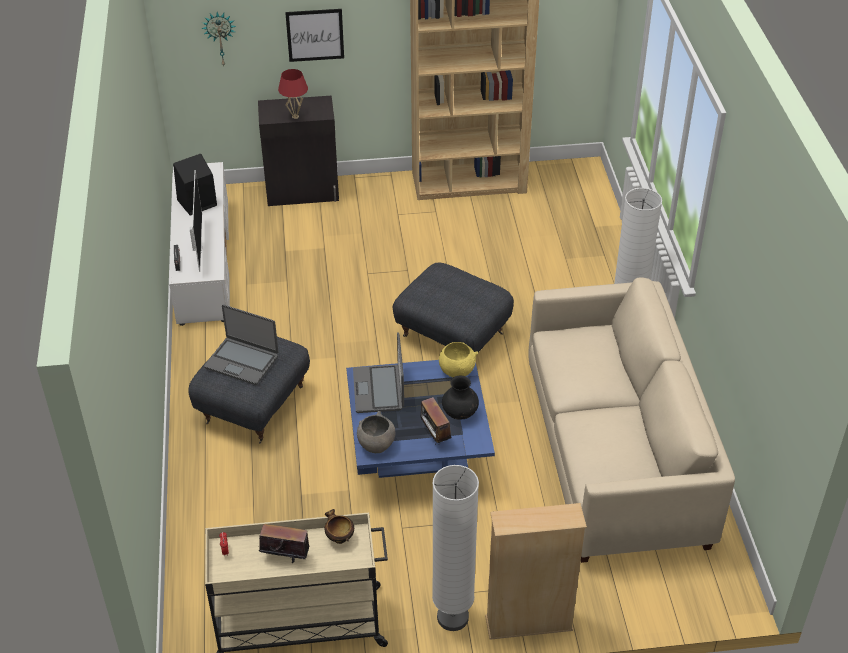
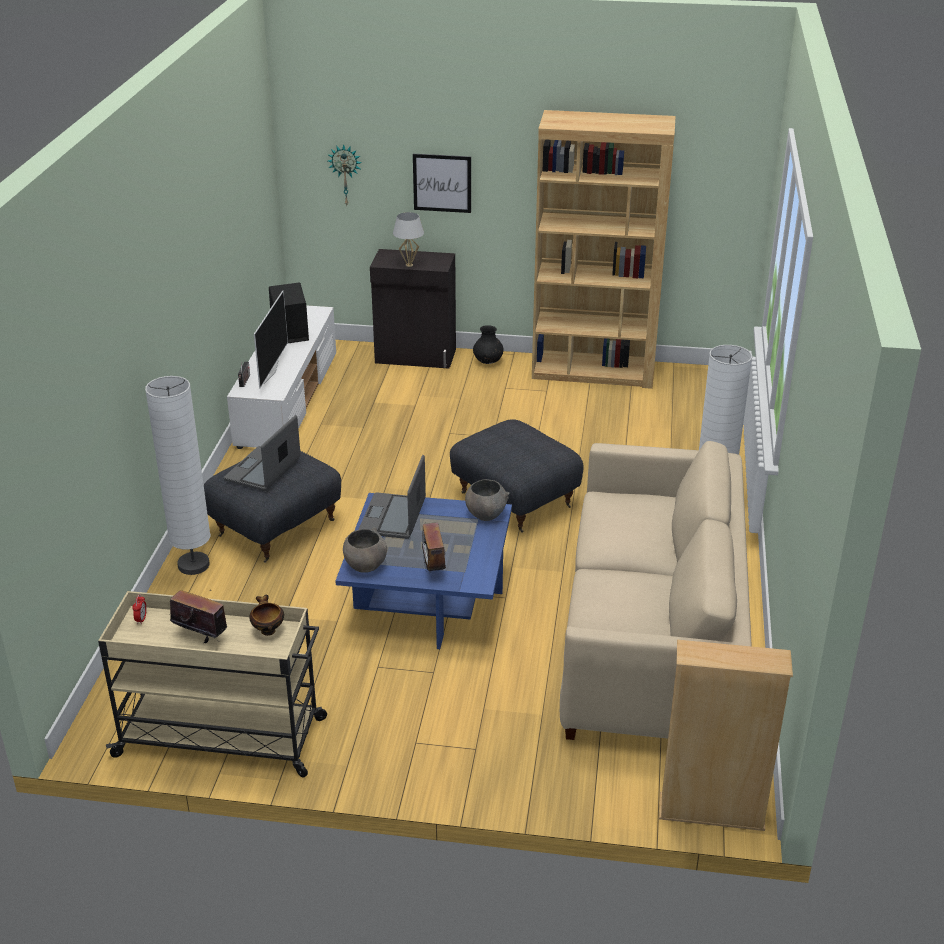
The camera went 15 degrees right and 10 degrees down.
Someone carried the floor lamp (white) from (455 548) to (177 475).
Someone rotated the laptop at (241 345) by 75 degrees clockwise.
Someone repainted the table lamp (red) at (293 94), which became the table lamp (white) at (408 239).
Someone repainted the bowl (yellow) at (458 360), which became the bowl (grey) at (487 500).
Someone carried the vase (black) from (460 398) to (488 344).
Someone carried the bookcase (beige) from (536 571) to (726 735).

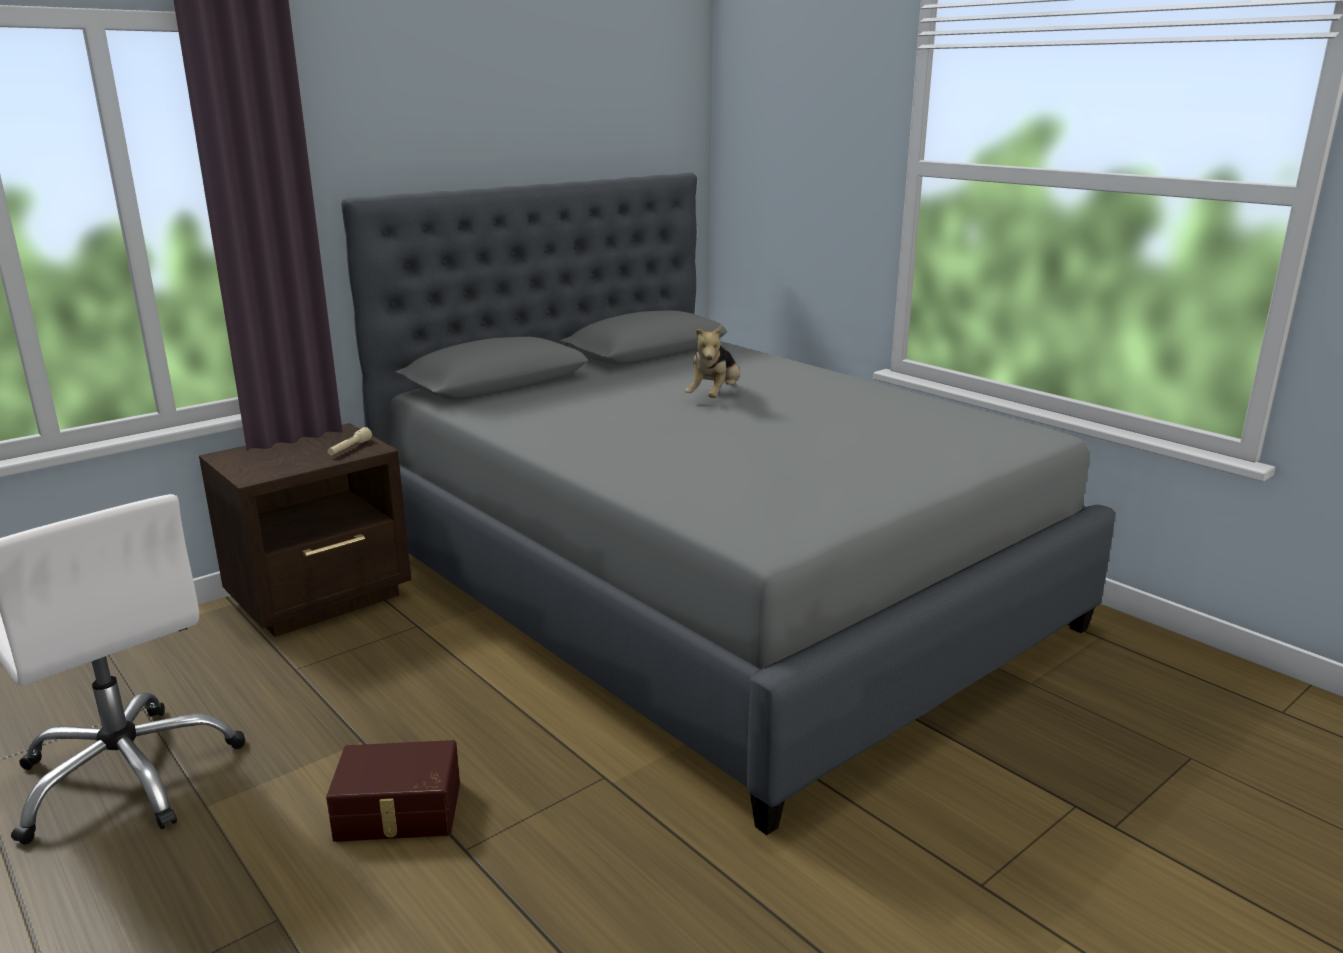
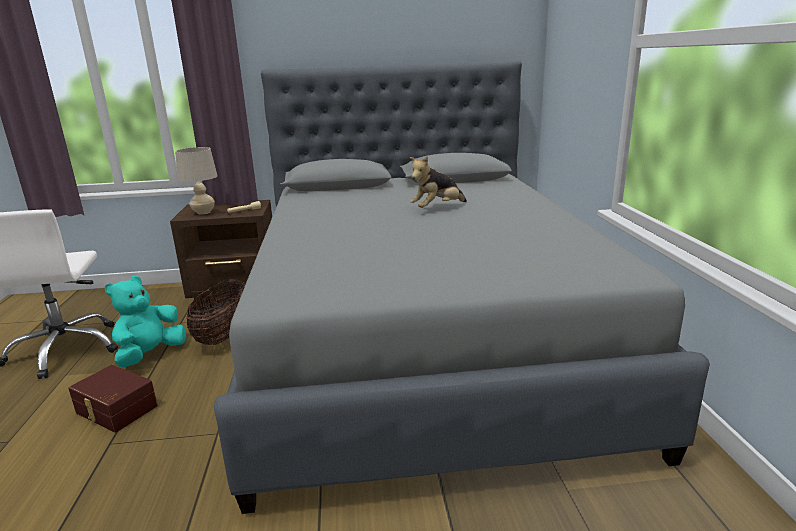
The camera went 35 degrees right and 0 degrees up.
Someone put down the plush toy (turquoise) at (145 321).
Someone put down the table lamp (beige) at (196 181).
Someone put down the basket at (216 312).

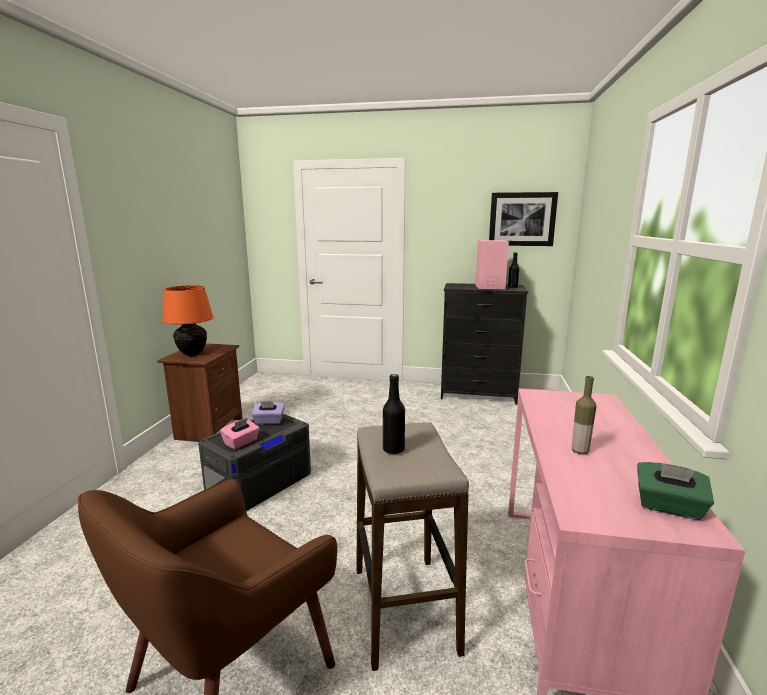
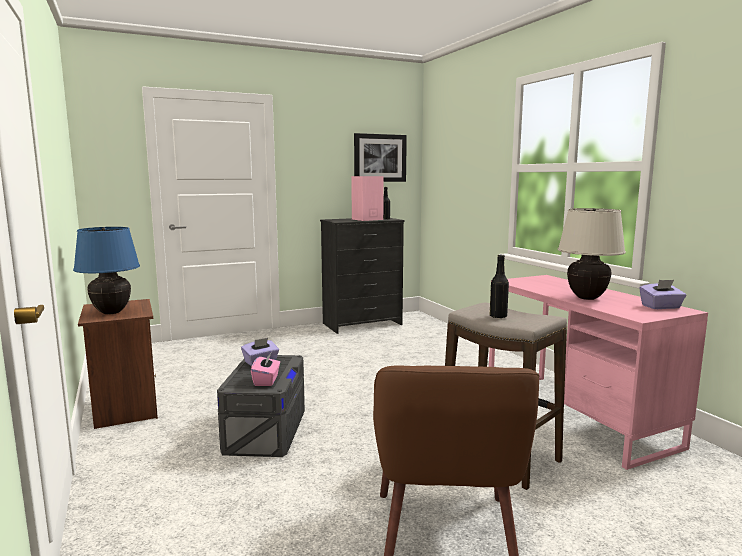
The camera went 35 degrees left and 5 degrees down.
Someone repainted the table lamp (orange) at (188 320), which became the table lamp (blue) at (106 270).
Someone swapped the bottle at (584 415) for the table lamp (beige) at (592 254).
Someone repainted the tissue box (green) at (675 491), which became the tissue box (purple) at (662 294).

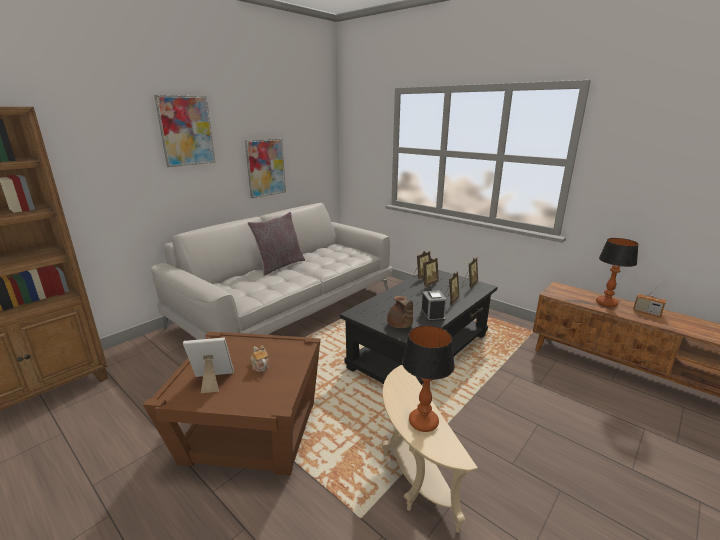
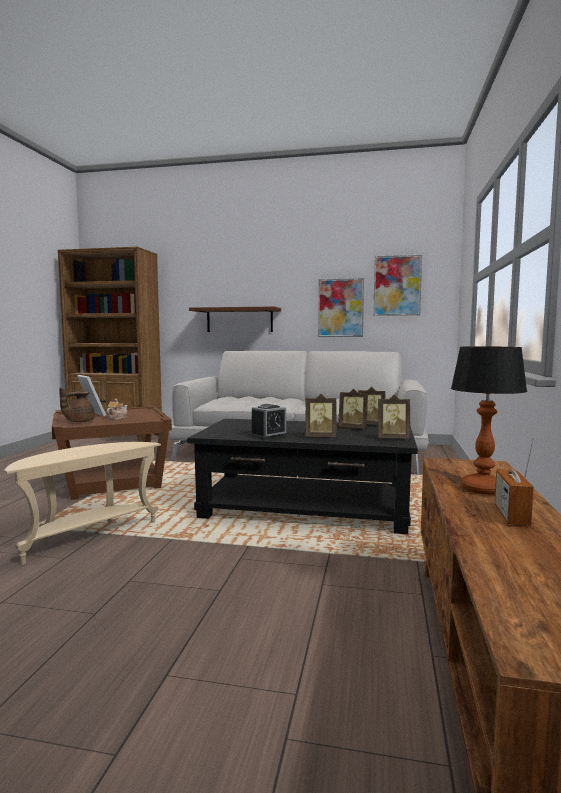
The camera went 60 degrees right and 15 degrees down.
Someone carried the teapot (brown) from (400 312) to (77 404).
Someone put up the shelf (brown) at (235 319).
Someone carried the picture from (185 131) to (397 285).
Someone took away the pillow (grey) at (276 244).
Someone took away the table lamp at (428 378).

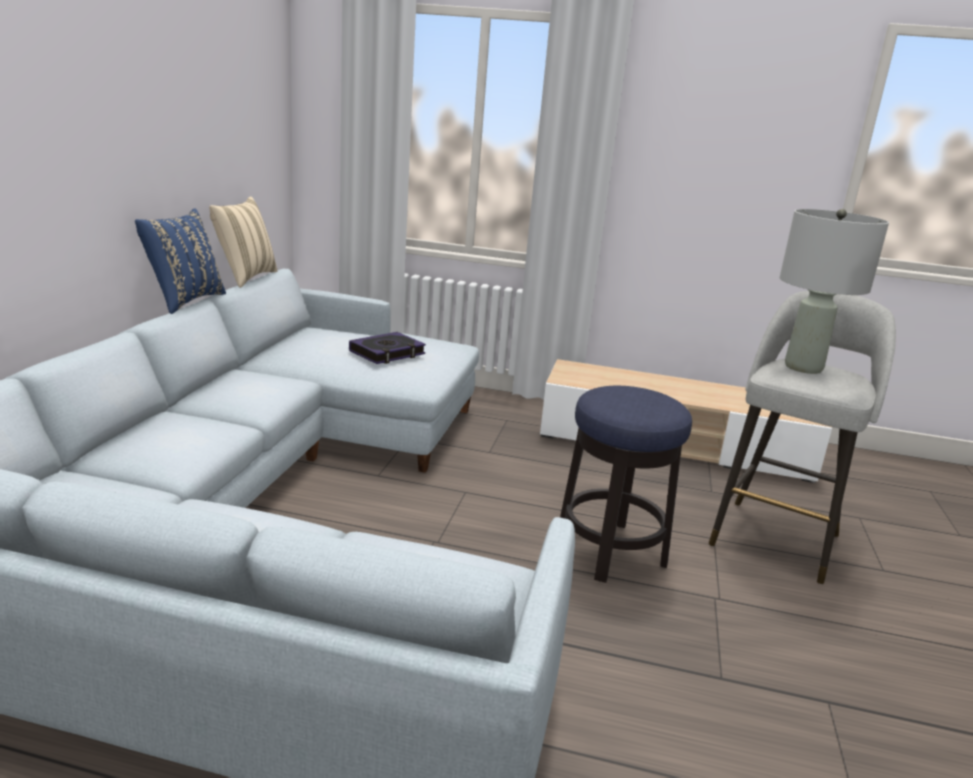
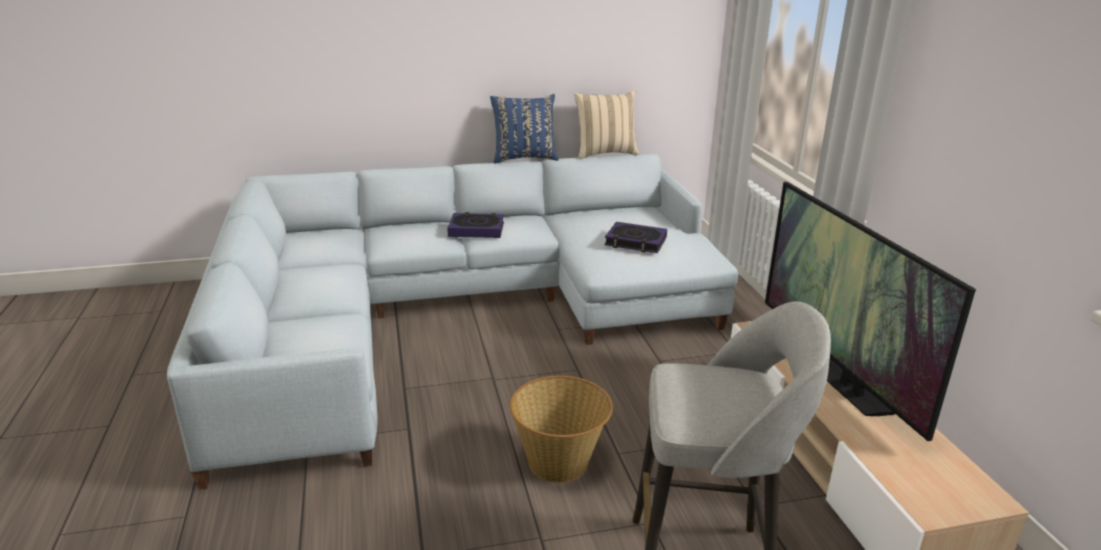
The camera went 65 degrees right and 5 degrees up.
Someone put down the book at (475 225).
Someone swapped the stool at (626 484) for the basket at (561 429).
Someone put down the television at (870 311).
Someone took away the table lamp (grey) at (834 291).

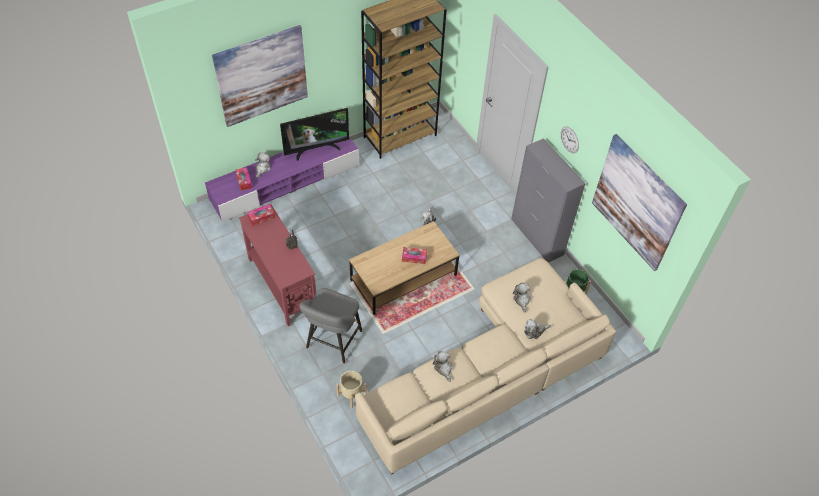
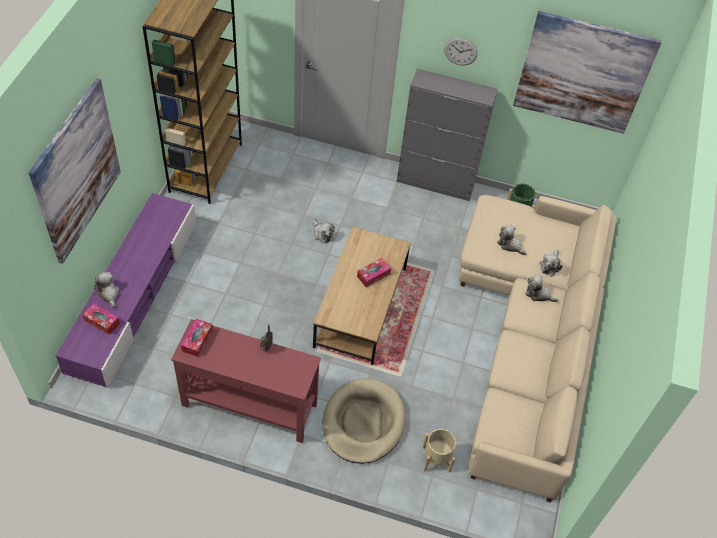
The camera went 45 degrees left and 0 degrees up.
Someone swapped the stool (grey) at (331 325) for the dog bed (beige) at (364 421).
Someone carried the plush toy from (442 366) to (541 288).
Someone took away the television at (314 134).

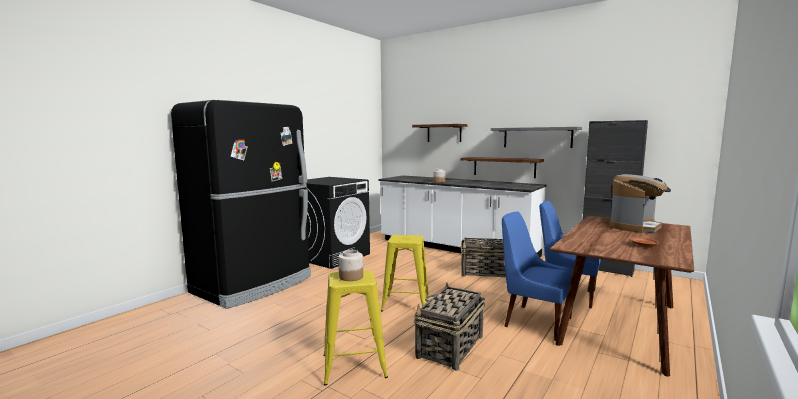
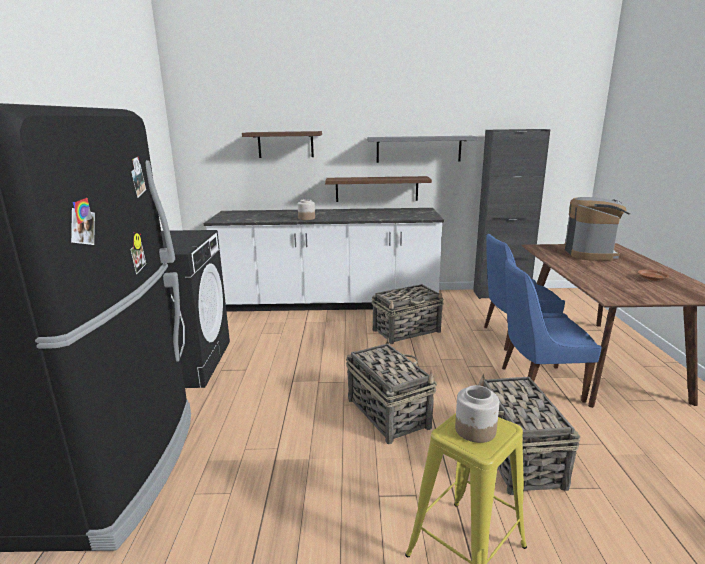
The camera went 35 degrees left and 10 degrees up.
Someone swapped the stool (yellow) at (405 273) for the basket at (391 391).

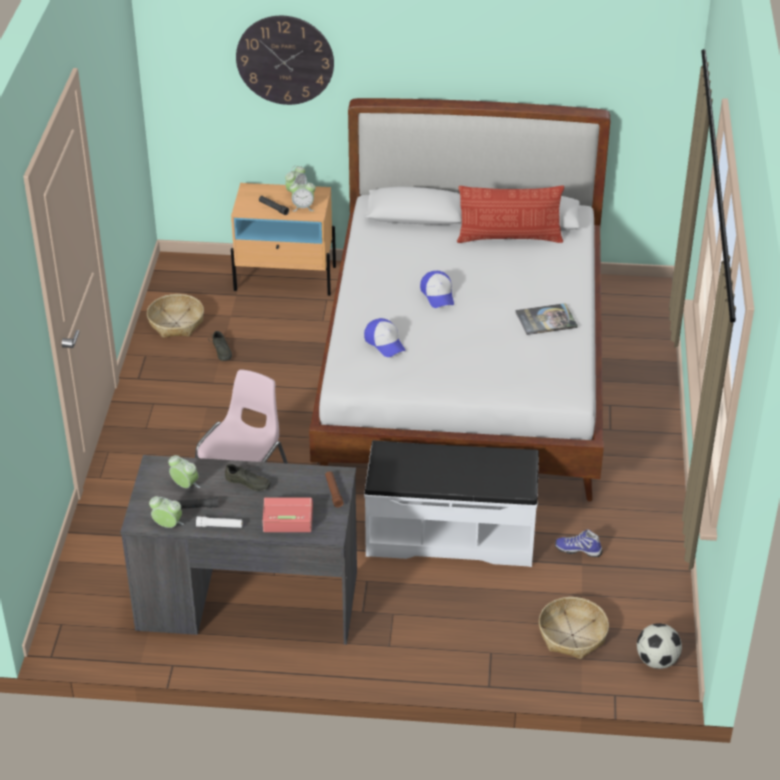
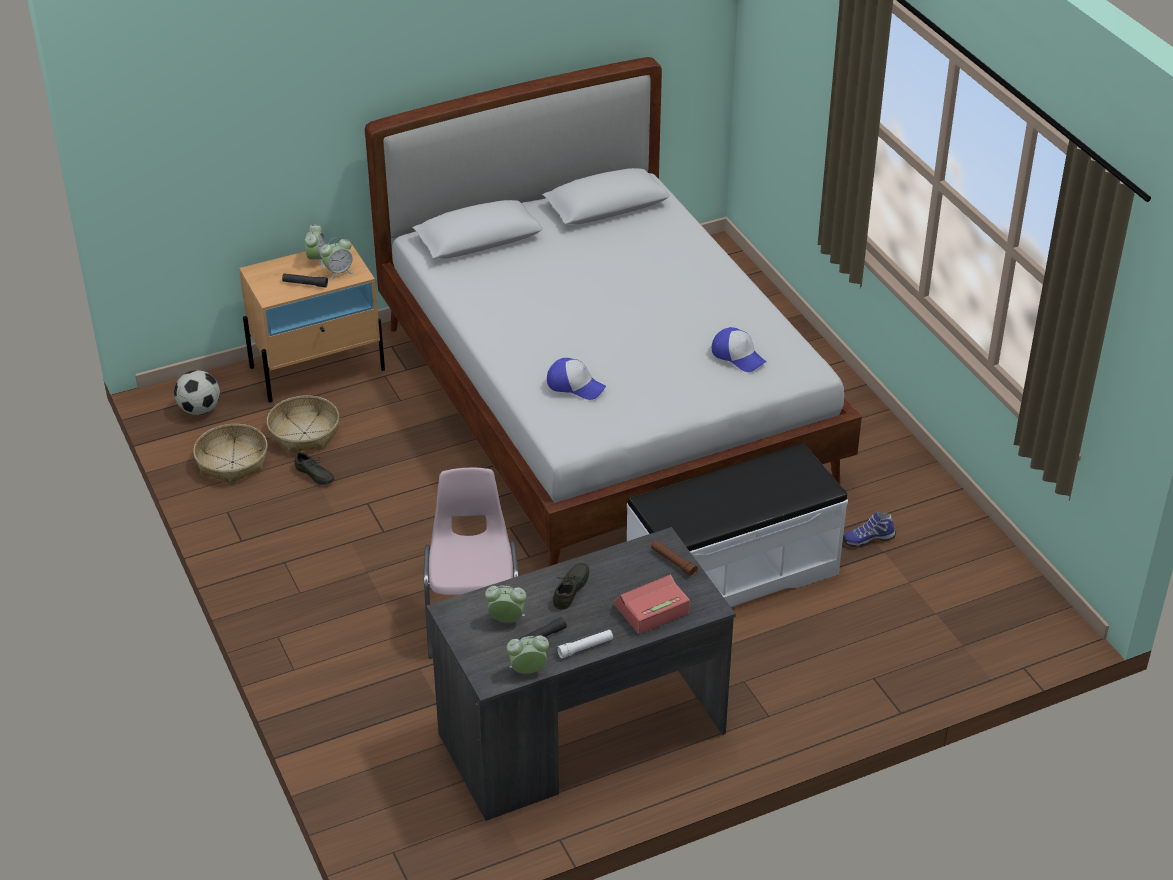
The camera went 30 degrees left and 0 degrees up.
Someone carried the football from (659 646) to (197 392).
Someone carried the basket from (574 628) to (303 424).
Someone rotated the shoe (grey) at (248 477) by 60 degrees counterclockwise.
Someone carried the cap from (437 289) to (739 349).
Someone took away the wall clock at (285 60).
Someone took away the pillow at (510 214).
Someone took away the book at (546 319).

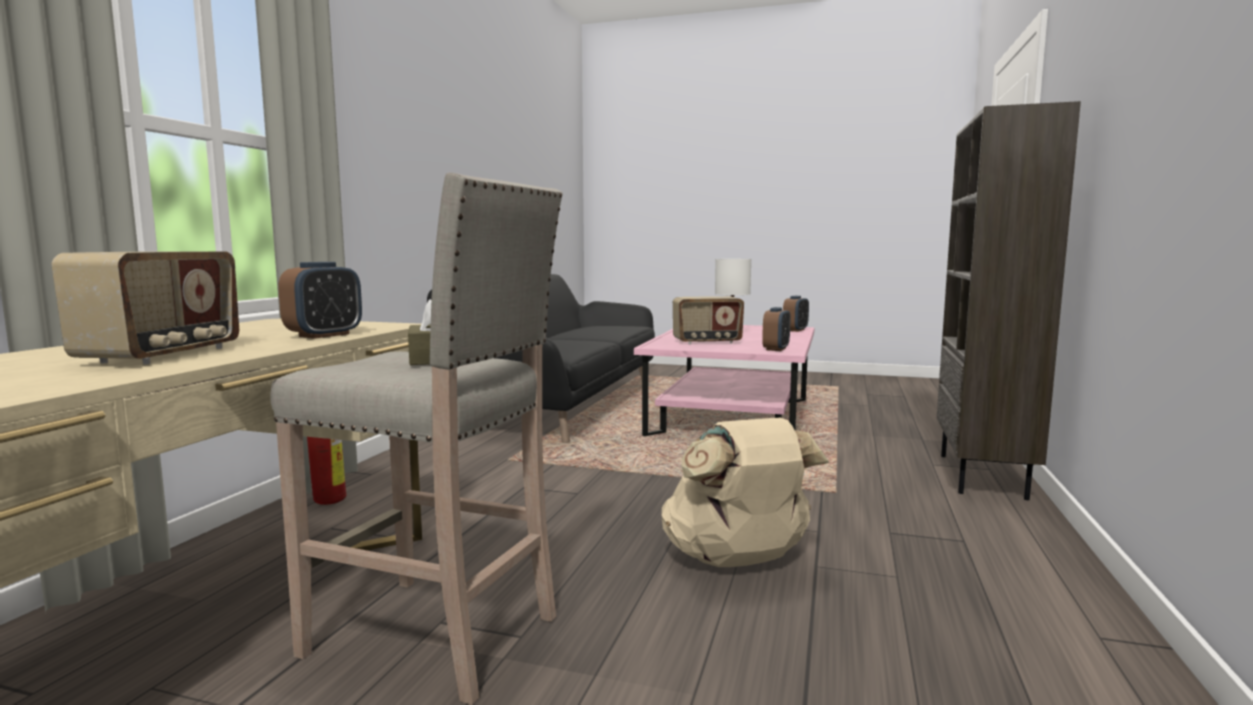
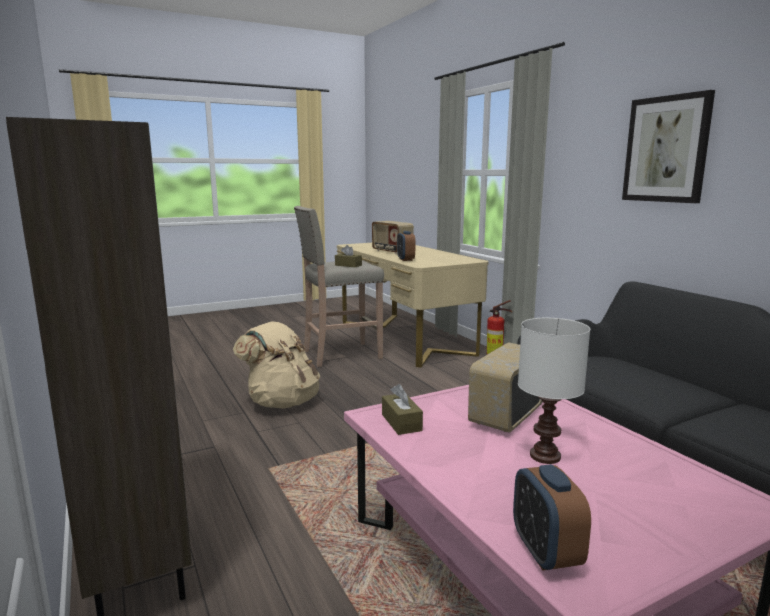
The camera went 135 degrees right and 5 degrees up.
Someone swapped the alarm clock at (776 329) for the tissue box (brown) at (402 409).
Someone put up the picture at (668 146).

